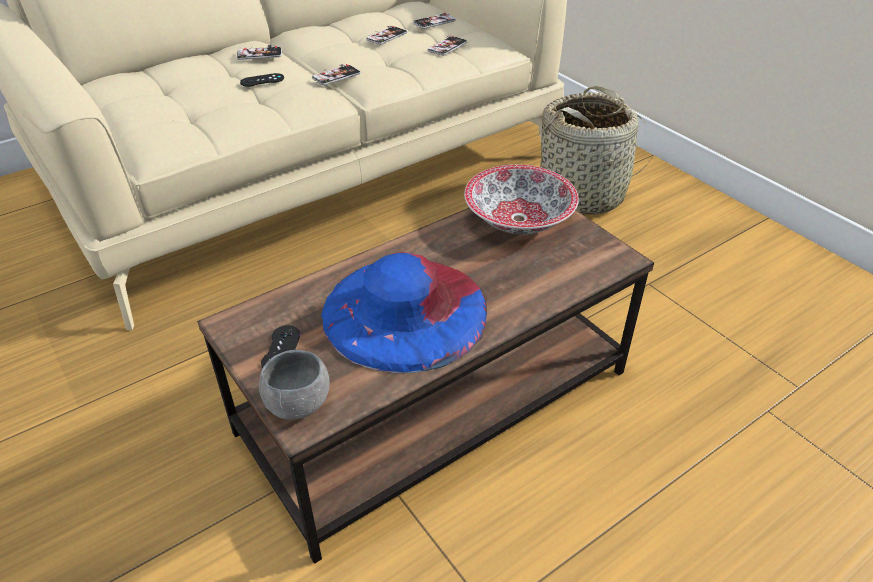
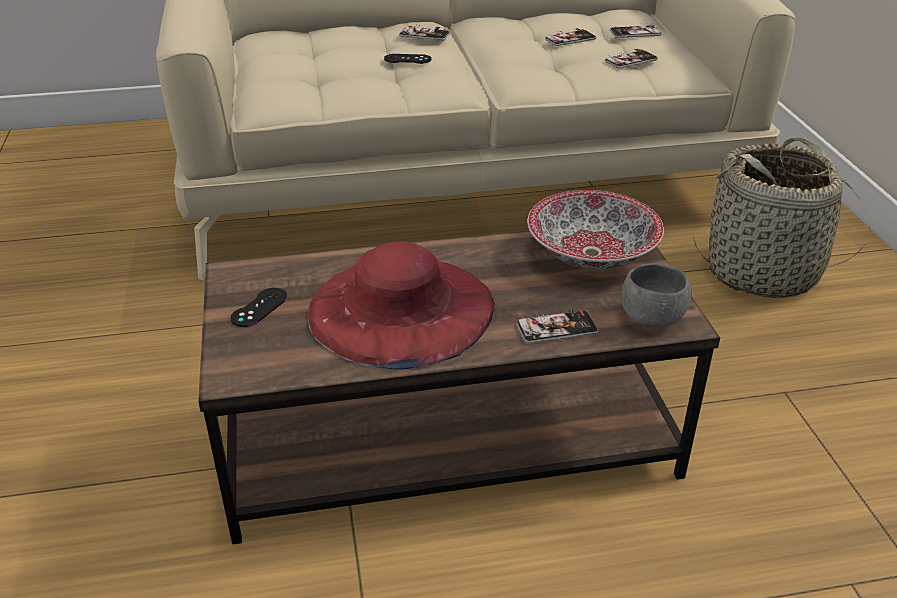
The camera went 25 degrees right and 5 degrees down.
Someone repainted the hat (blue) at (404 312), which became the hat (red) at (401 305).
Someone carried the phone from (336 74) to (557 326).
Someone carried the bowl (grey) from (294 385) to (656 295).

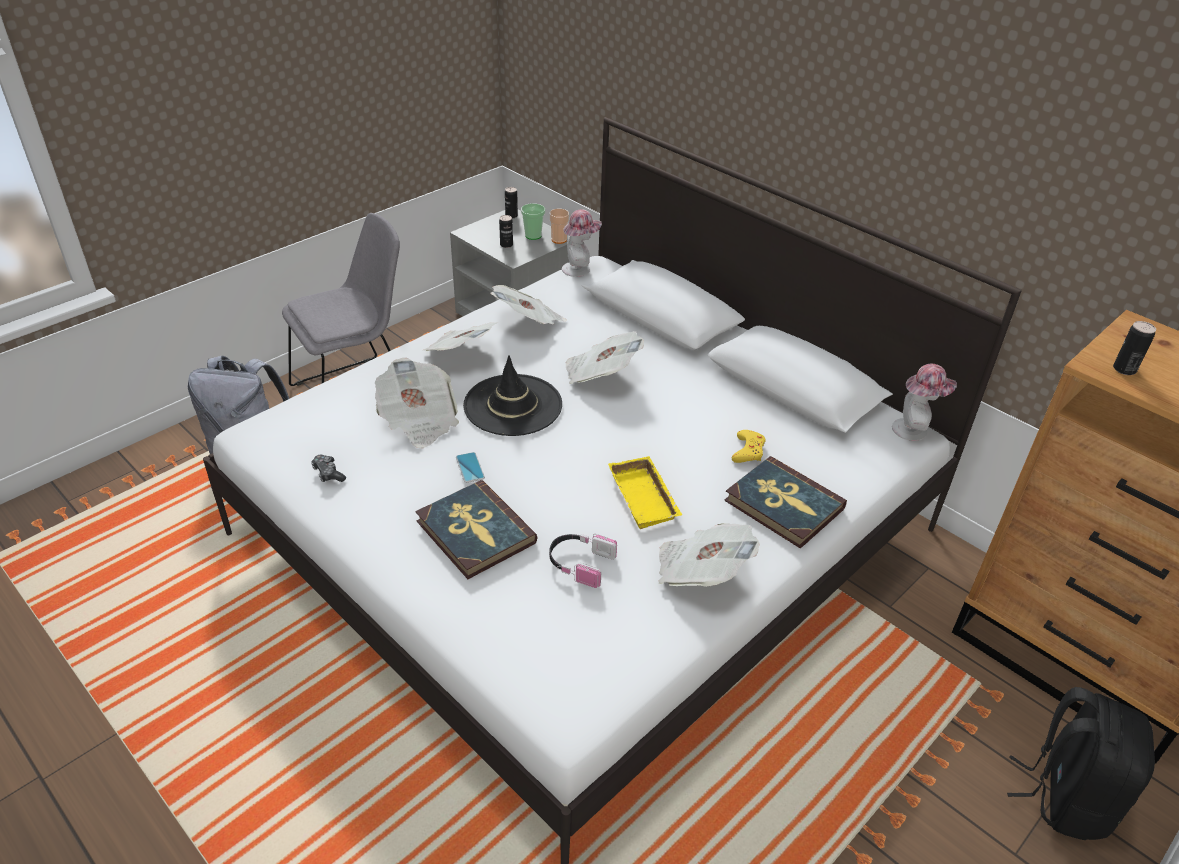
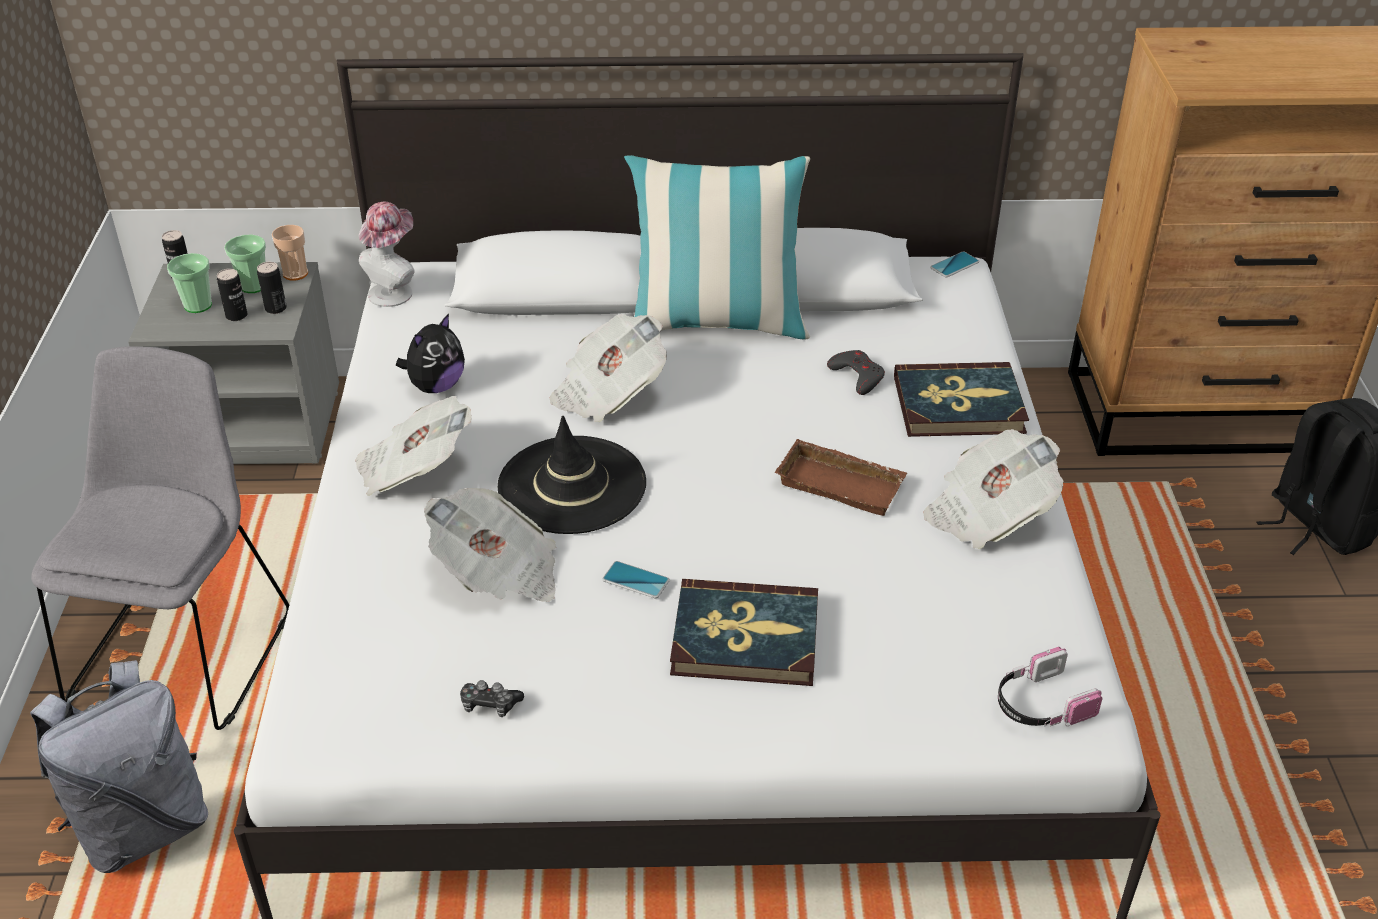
The camera went 45 degrees left and 0 degrees up.
Someone put down the cup at (189 283).
Someone carried the can from (1134 348) to (272 288).
Someone swapped the newspaper at (529 305) for the plush toy at (430 353).
Someone put down the pillow at (717 247).
Someone repainted the tray (yellow) at (645 492), which became the tray (brown) at (841 477).
Someone repainted the game controller (yellow) at (749 446), which became the game controller (grey) at (856 372).
Someone swapped the hat at (924 402) for the phone at (954 264).
Someone carried the headphones from (583 561) to (1050 686).

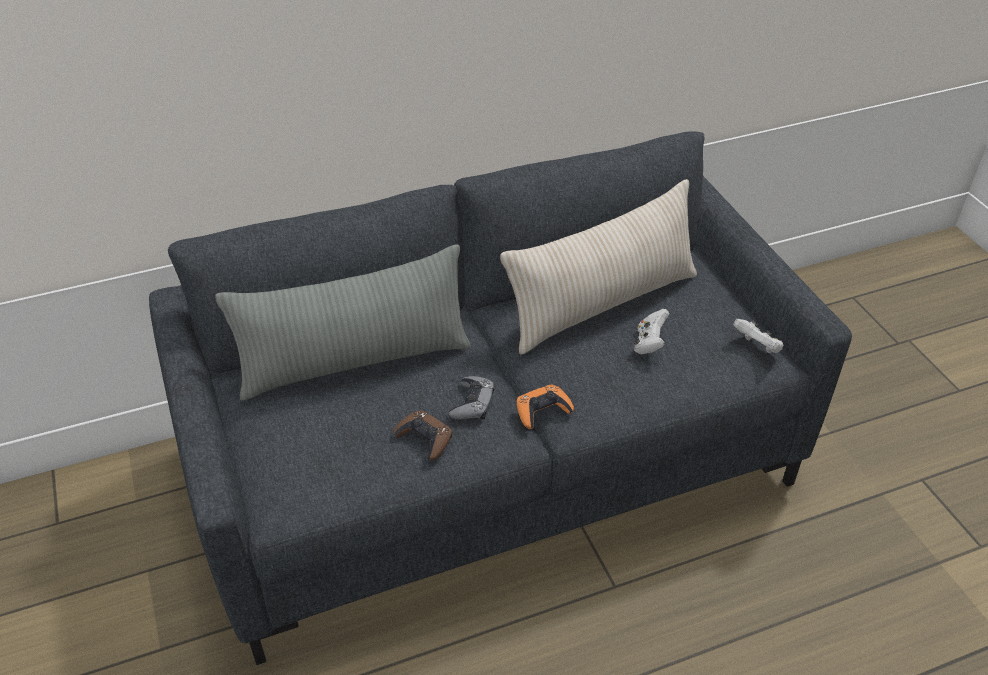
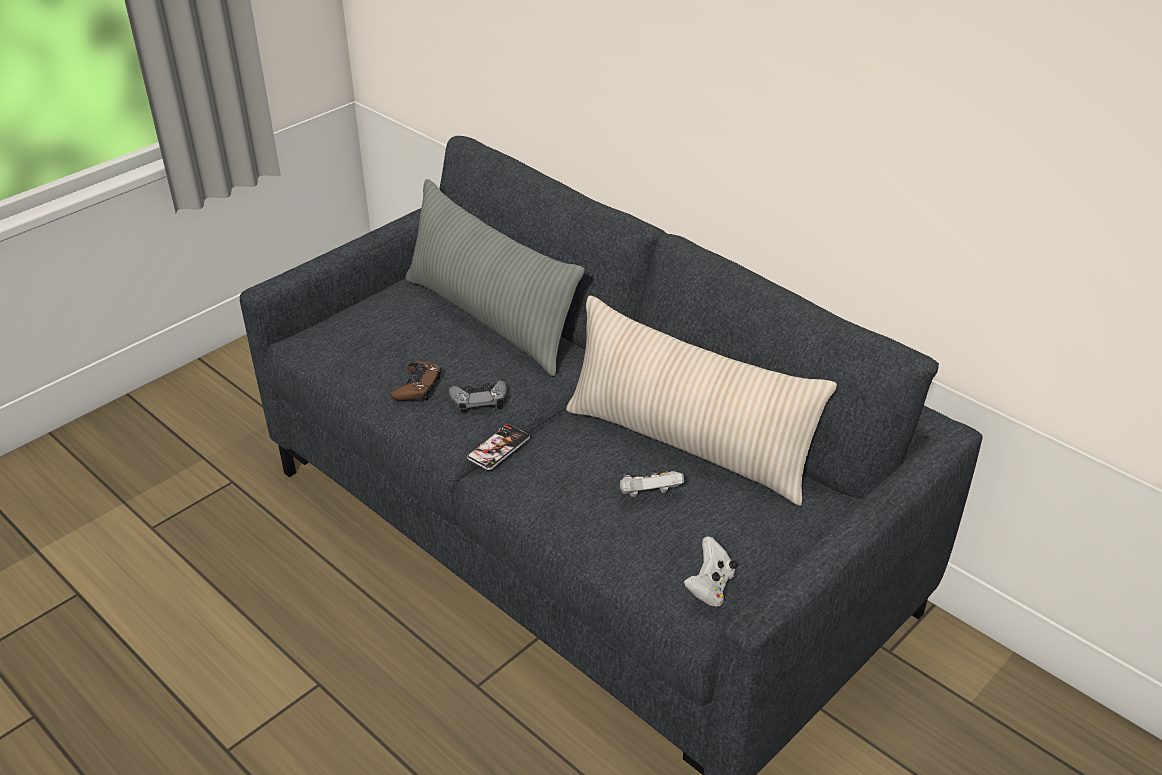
The camera went 65 degrees right and 5 degrees down.
Someone swapped the game controller (orange) at (545 407) for the phone at (498 447).

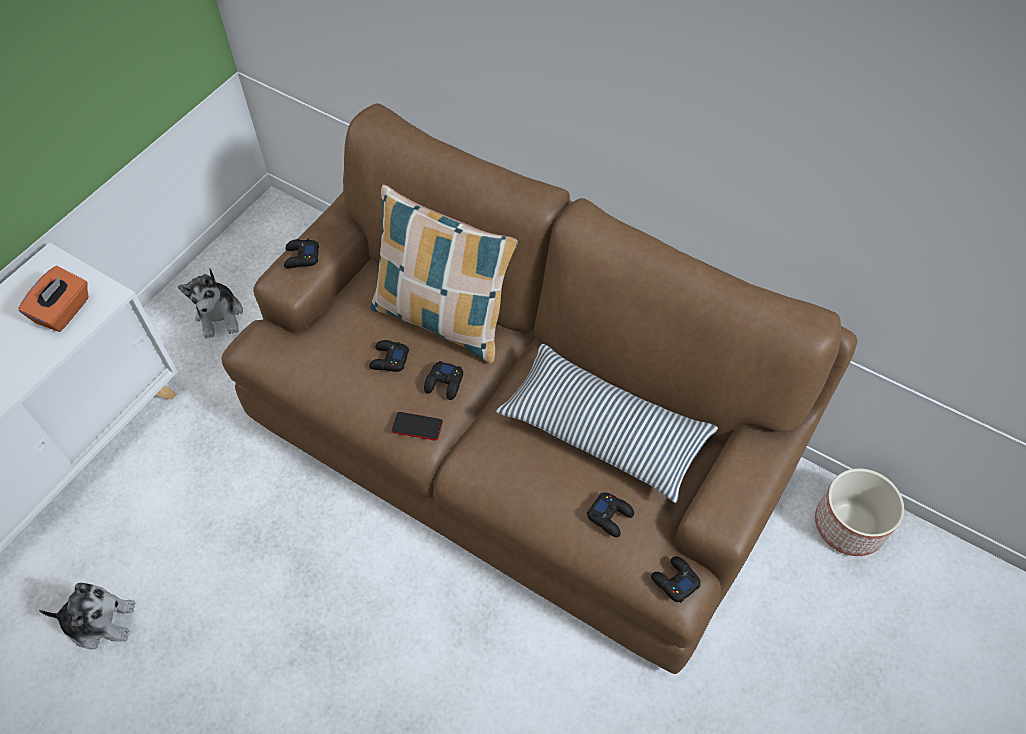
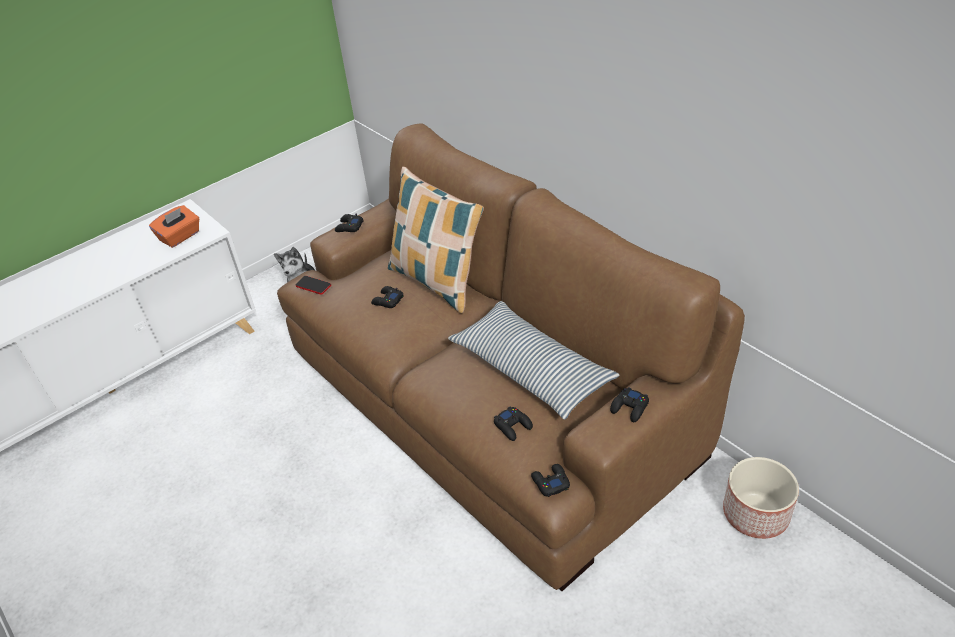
The camera went 20 degrees right and 15 degrees down.
Someone carried the phone from (417 426) to (313 285).
Someone carried the game controller (black) from (443 380) to (629 404).
Someone took away the plush toy at (87 616).

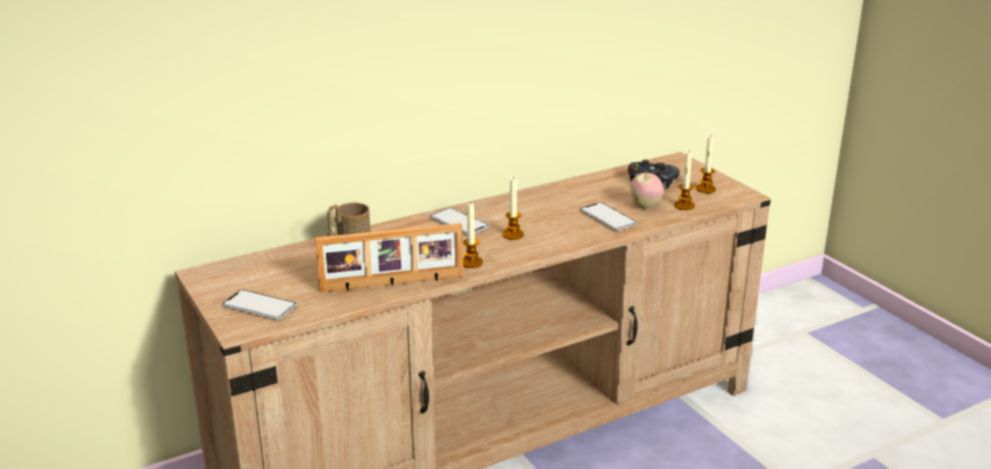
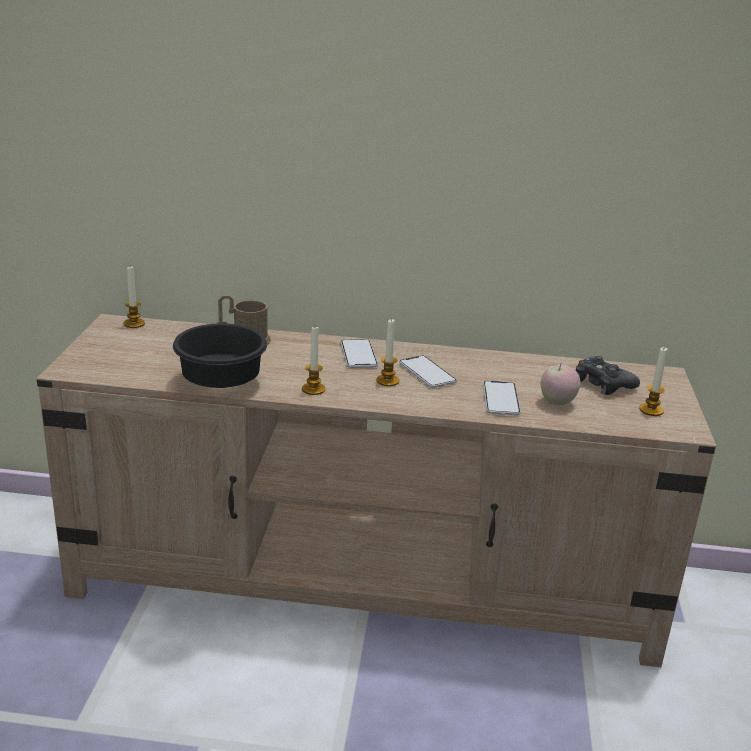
The camera went 35 degrees right and 0 degrees up.
Someone carried the candle from (684 180) to (134 297).
Someone swapped the picture frame at (389 257) for the bowl (black) at (220 355).
Someone carried the phone from (259 305) to (428 371).

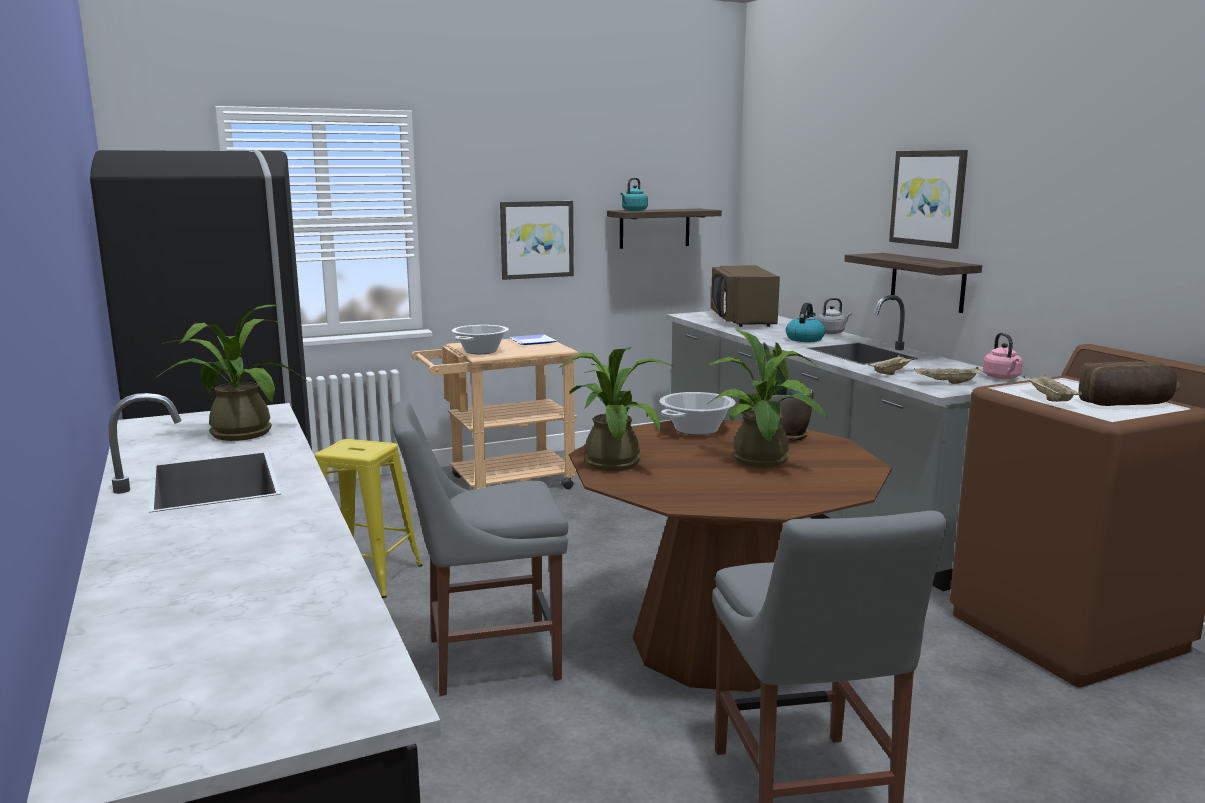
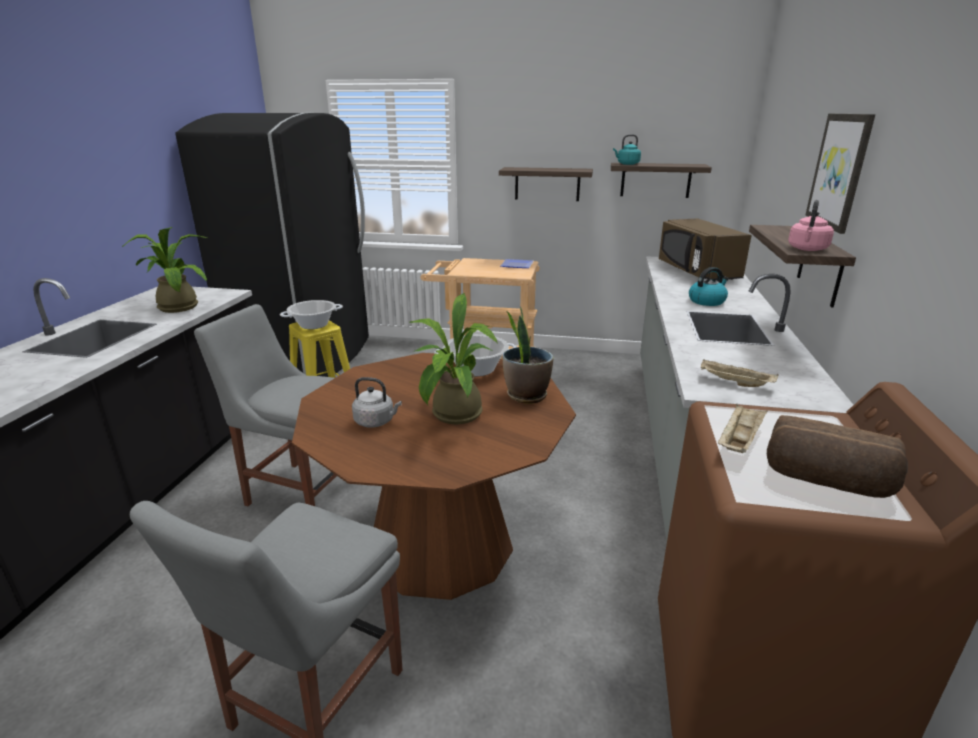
The camera went 35 degrees right and 10 degrees up.
Someone carried the cooking pot from (480 339) to (311 314).
Someone carried the kettle (grey) from (834 316) to (377 402).
Someone swapped the picture at (537 240) for the shelf at (546 184).
Someone rotated the microwave (brown) at (745 296) by 45 degrees counterclockwise.
Someone carried the kettle (pink) from (1003 356) to (811 225).
Someone took away the potted plant at (616 409).
Someone took away the tray (beige) at (892 364).

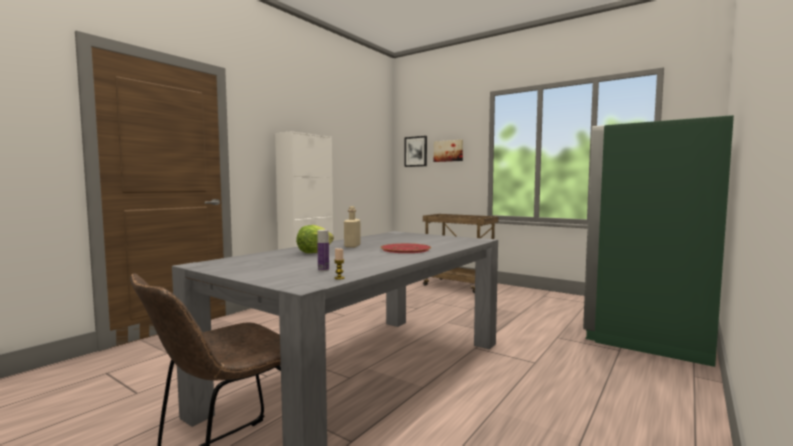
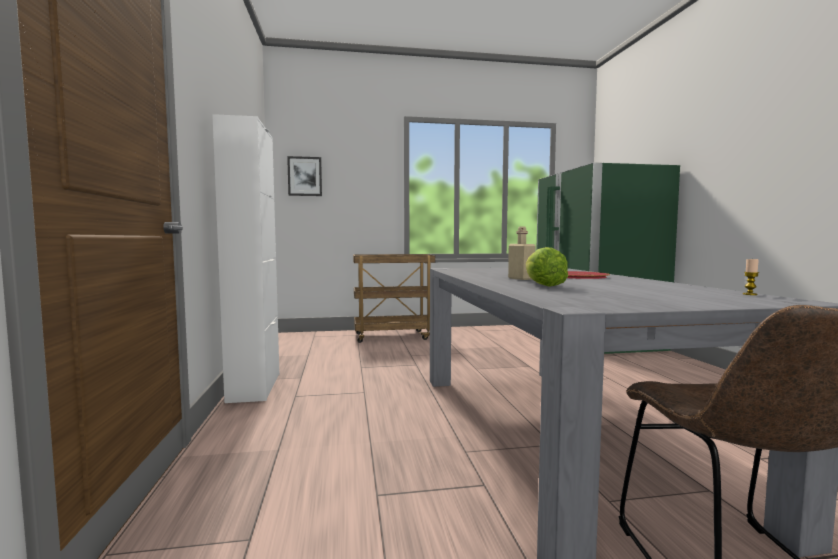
The camera went 45 degrees left and 0 degrees up.
Someone took away the bottle at (323 250).
Someone took away the picture at (448 151).

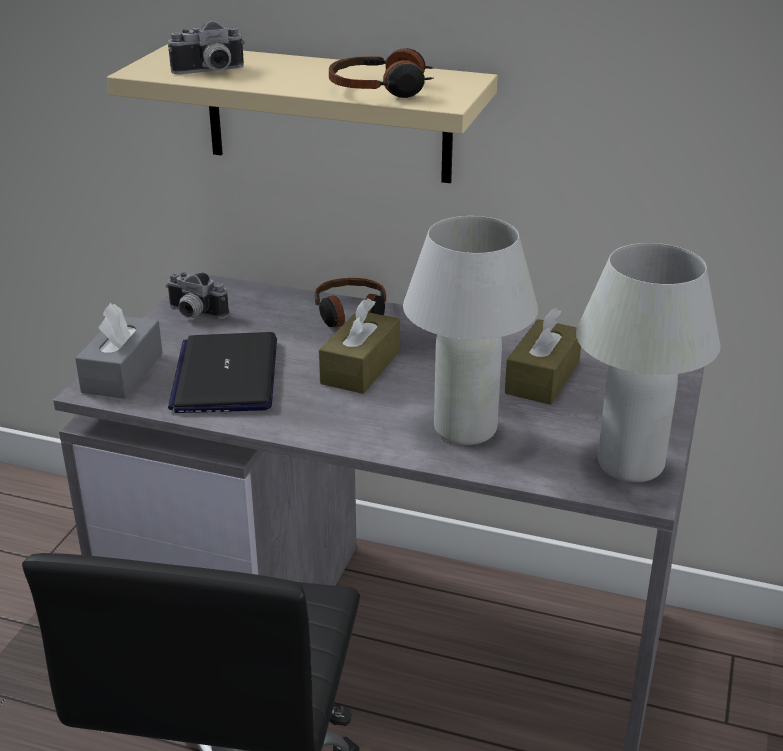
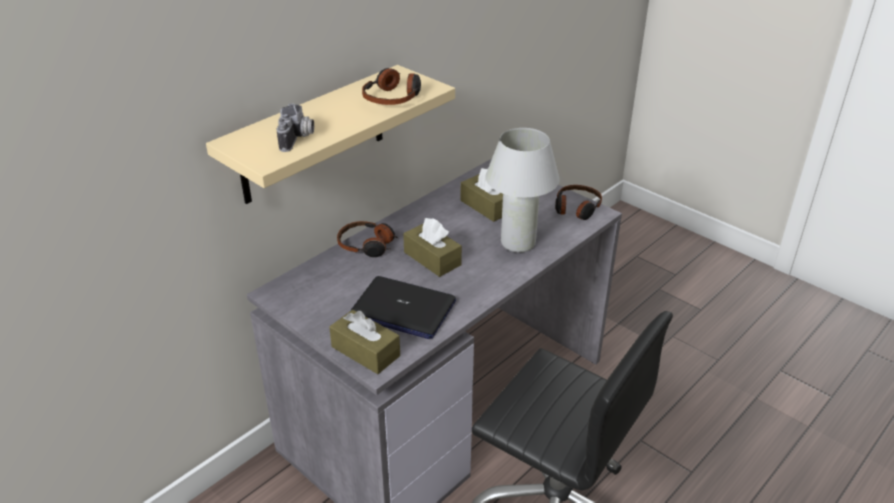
The camera went 65 degrees left and 5 degrees up.
Someone repainted the tissue box (grey) at (119 351), which became the tissue box (brown) at (364 342).
Someone swapped the table lamp (white) at (648 362) for the headphones at (578 202).
Someone took away the photo camera at (197 295).

